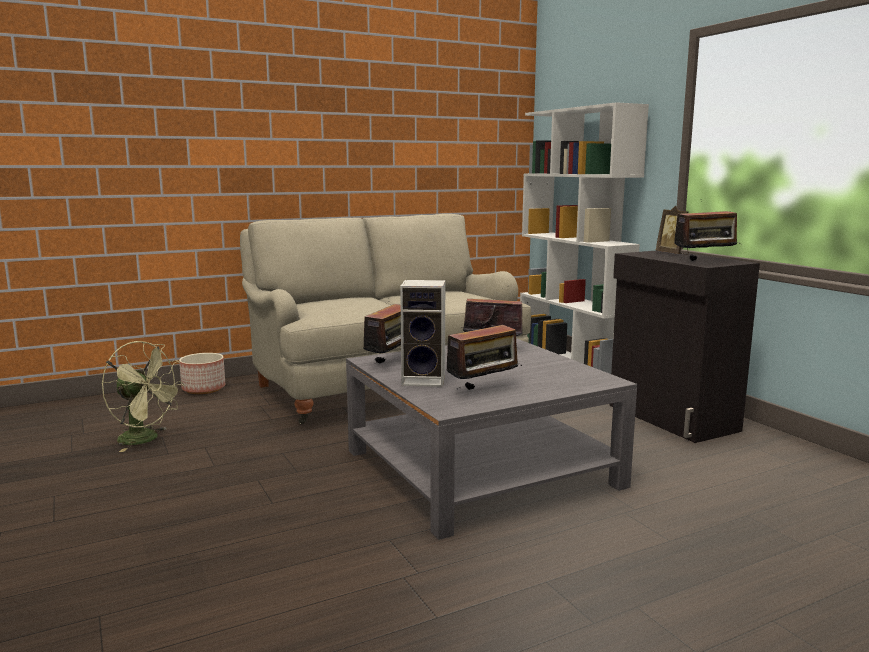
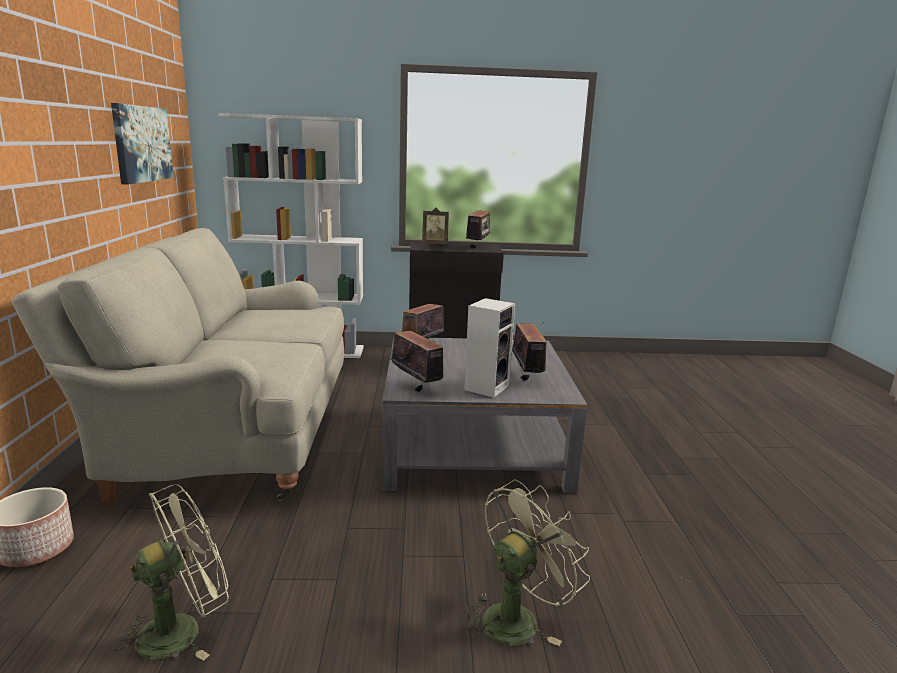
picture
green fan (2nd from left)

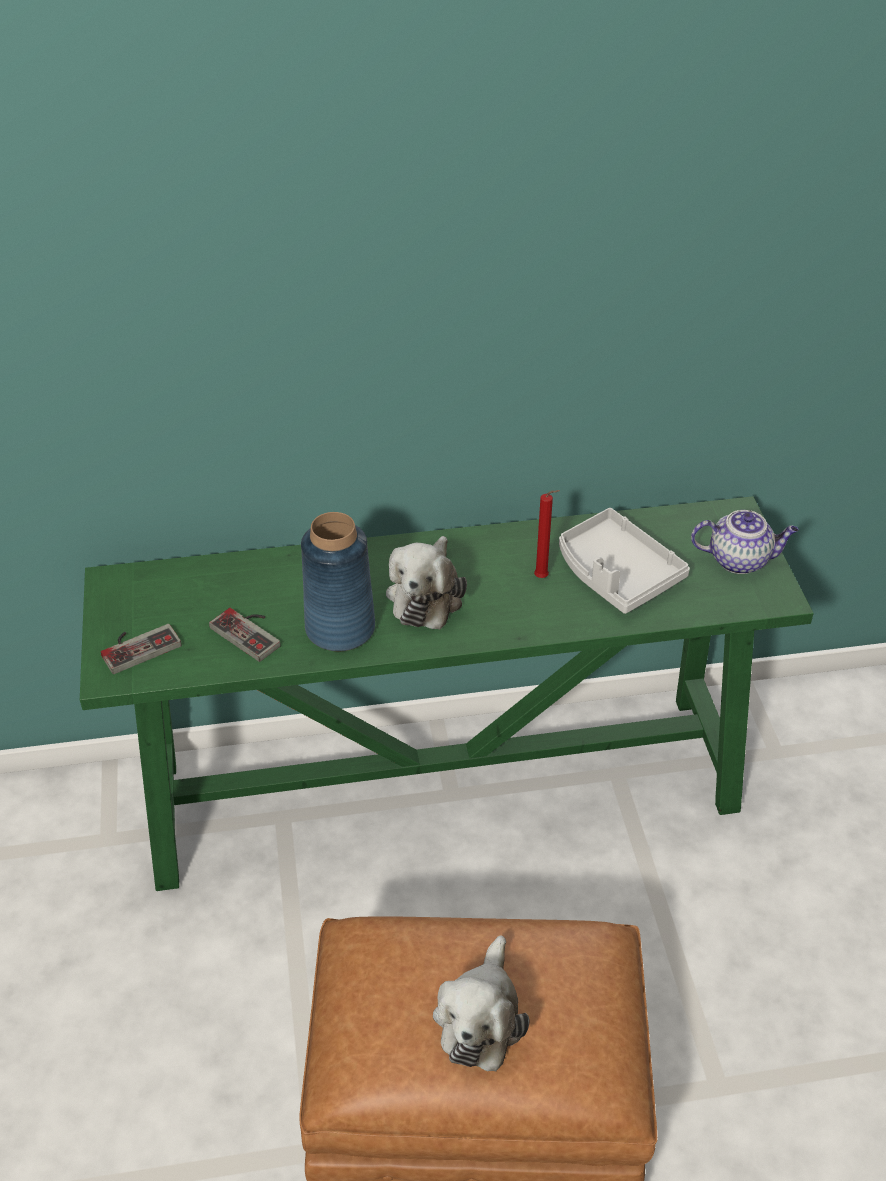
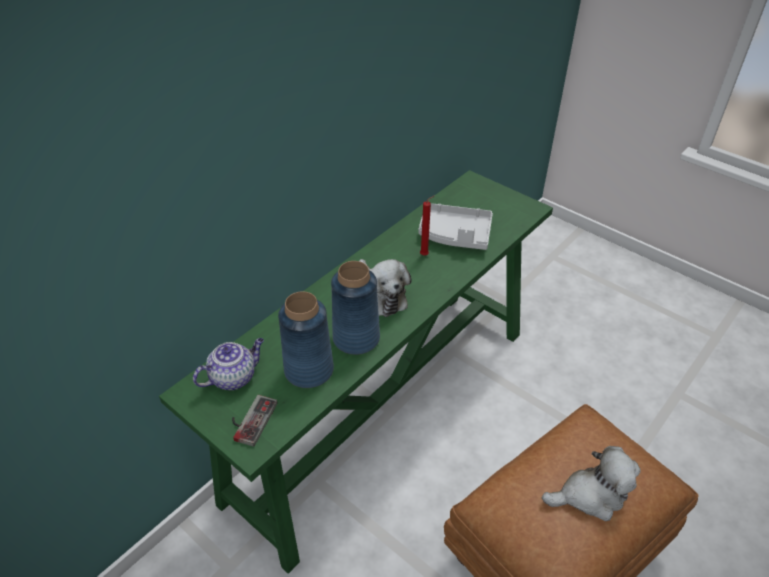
teapot
blue vase (1st from left)
plush toy (2nd from left)

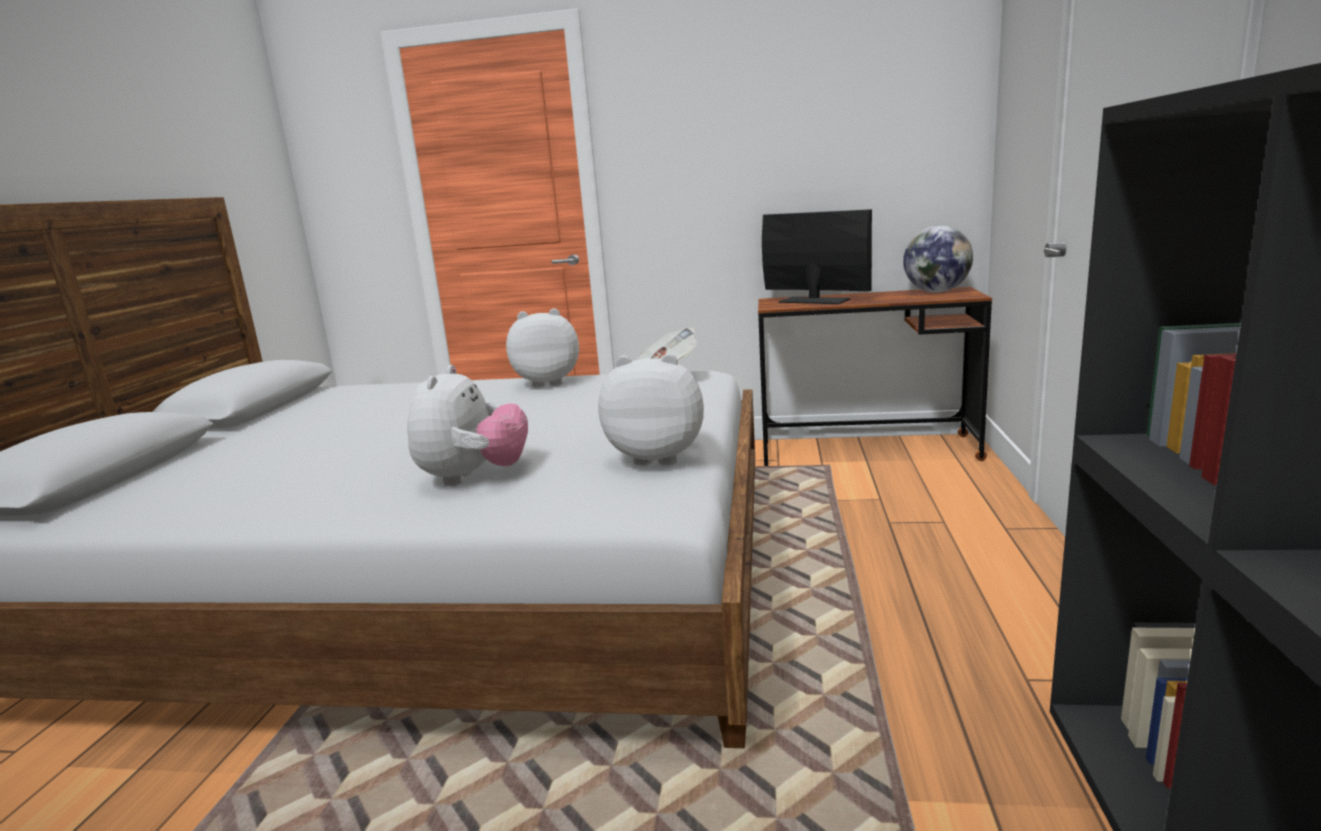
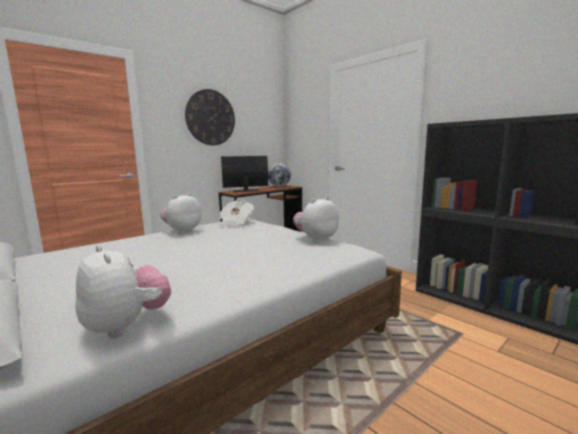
plush toy (1st from left)
wall clock

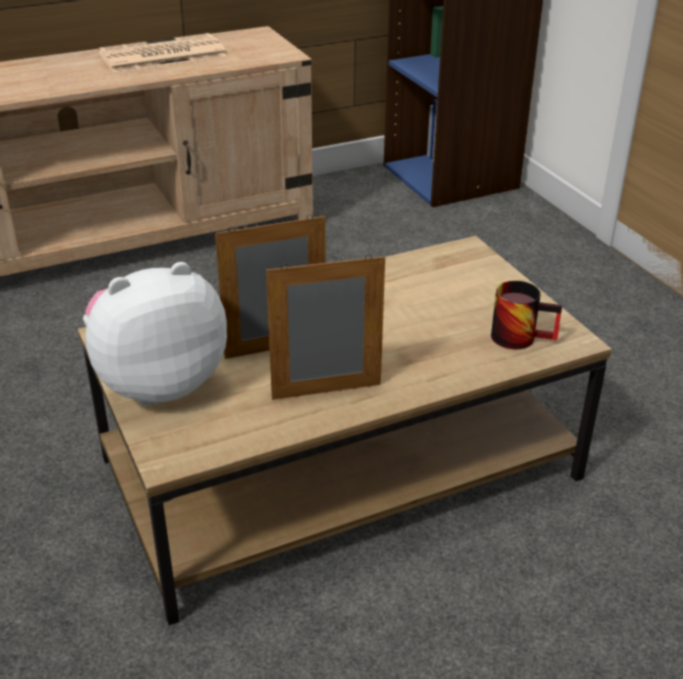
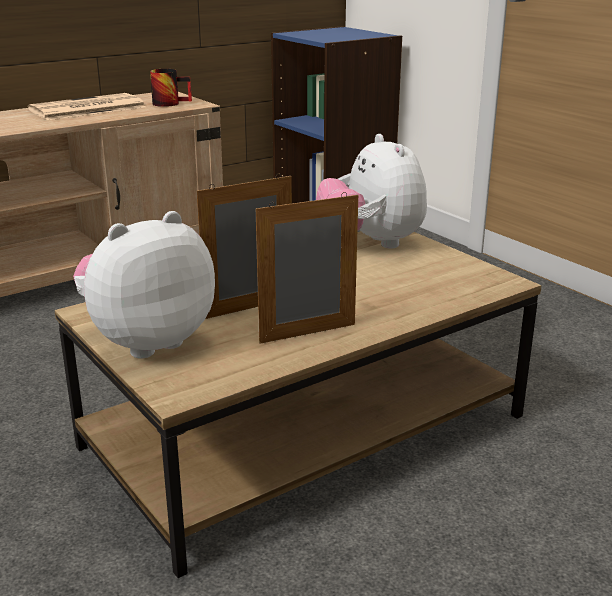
mug
plush toy (2nd from left)

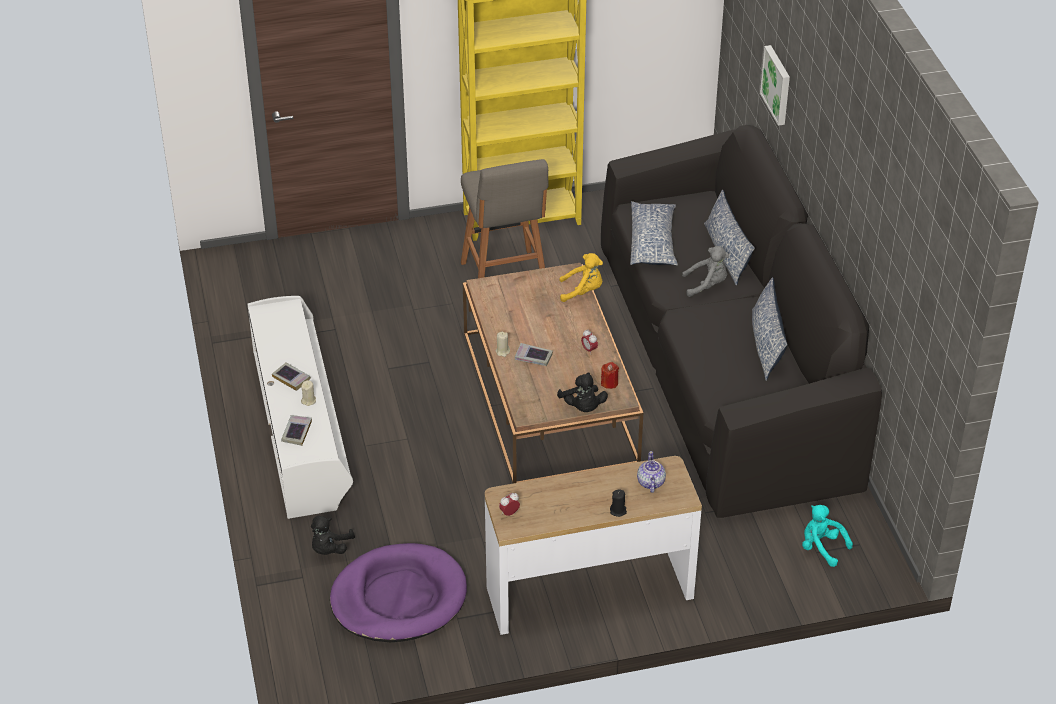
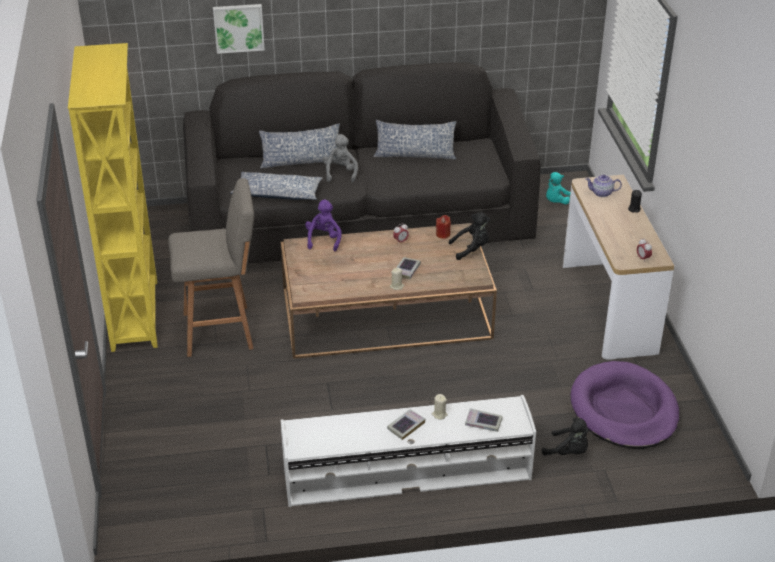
purple plush toy

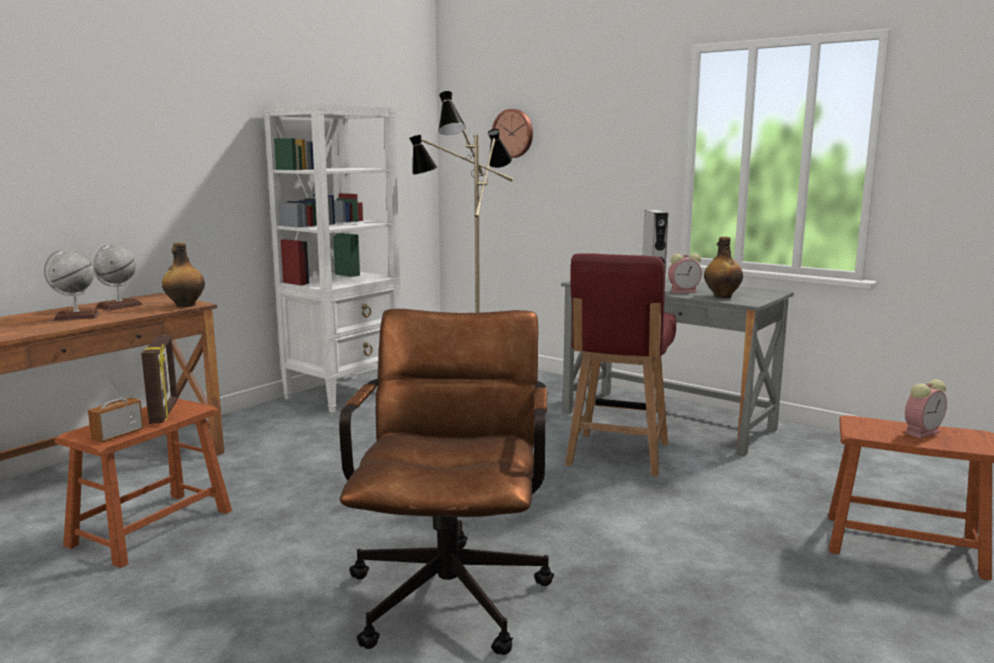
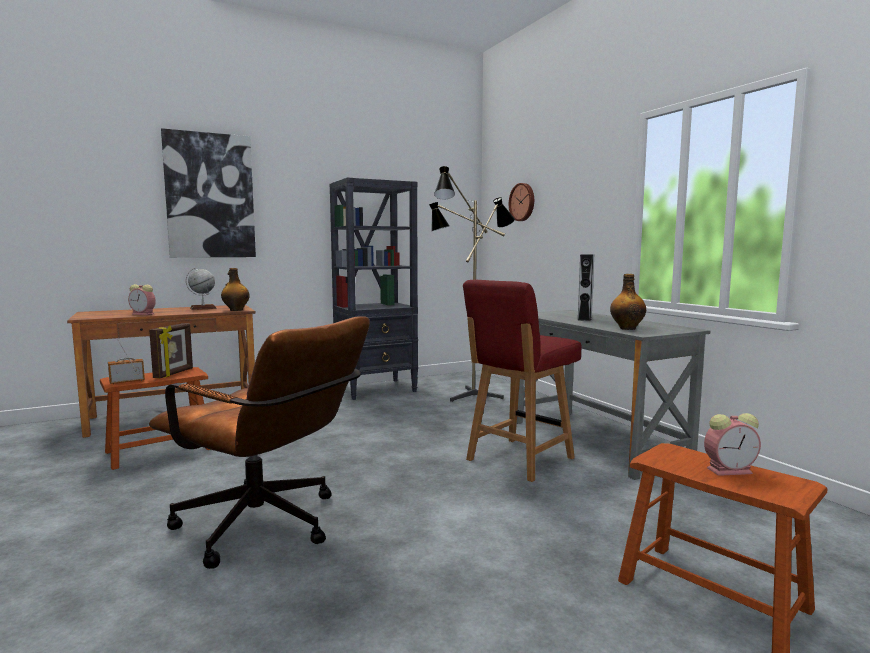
black bookcase
globe (1st from left in the first image)
alarm clock (1st from left)
brown office chair
picture

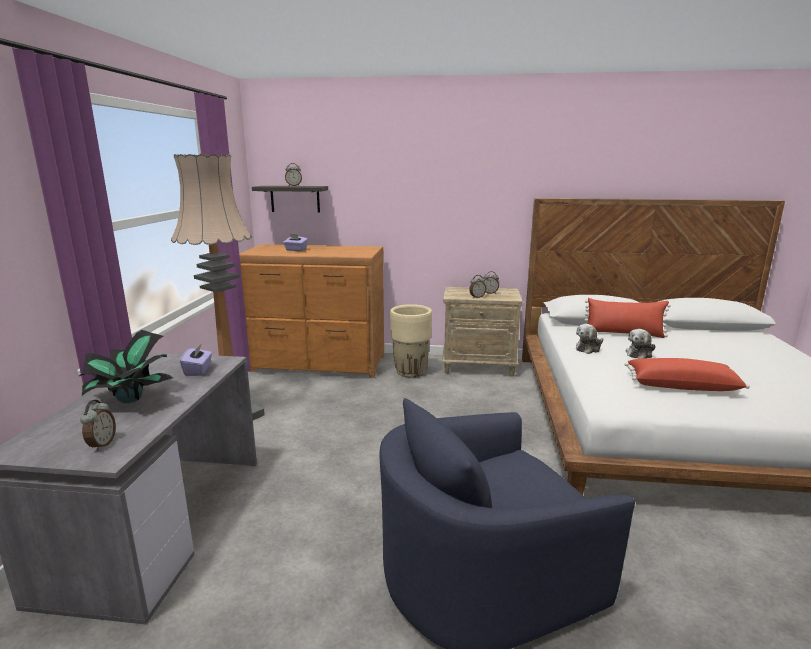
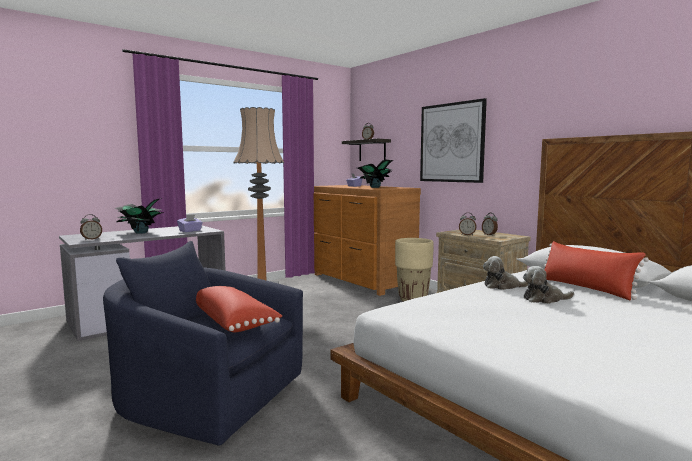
red pillow (1st from left)
picture
potted plant (2nd from left)

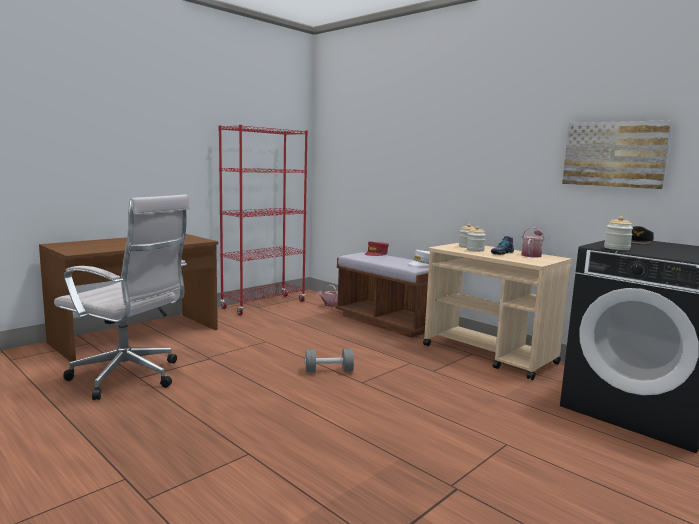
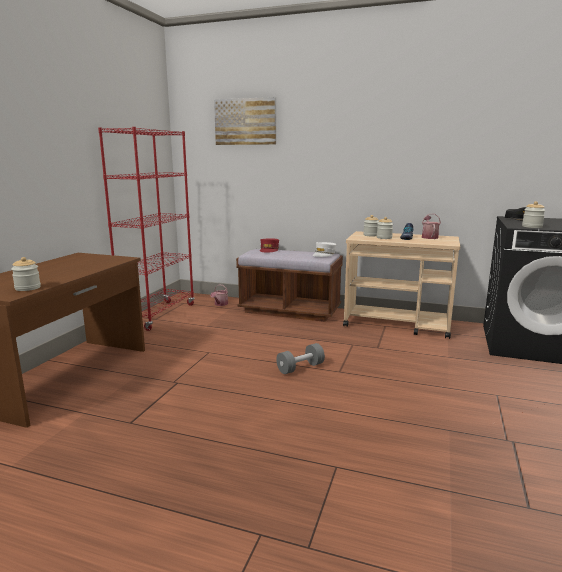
picture
white office chair
jar (1st from left)

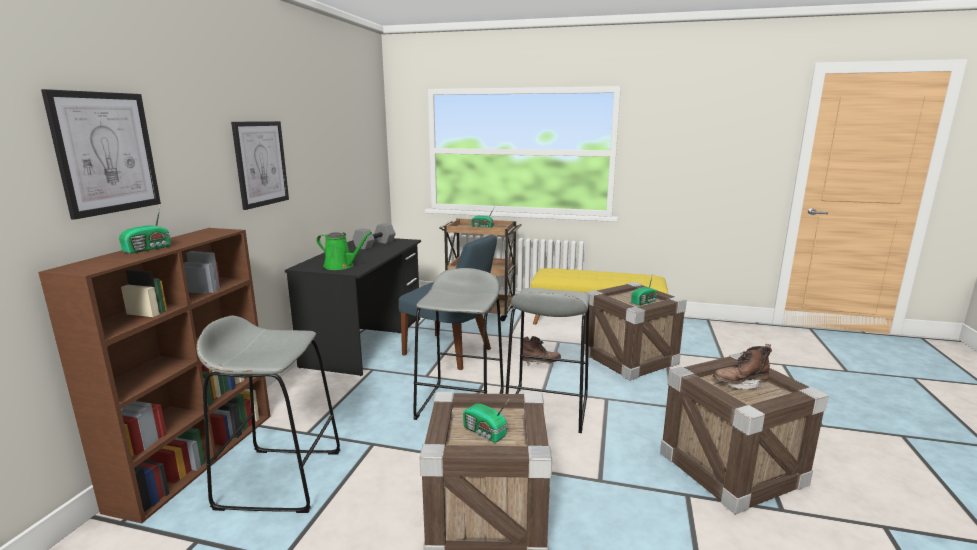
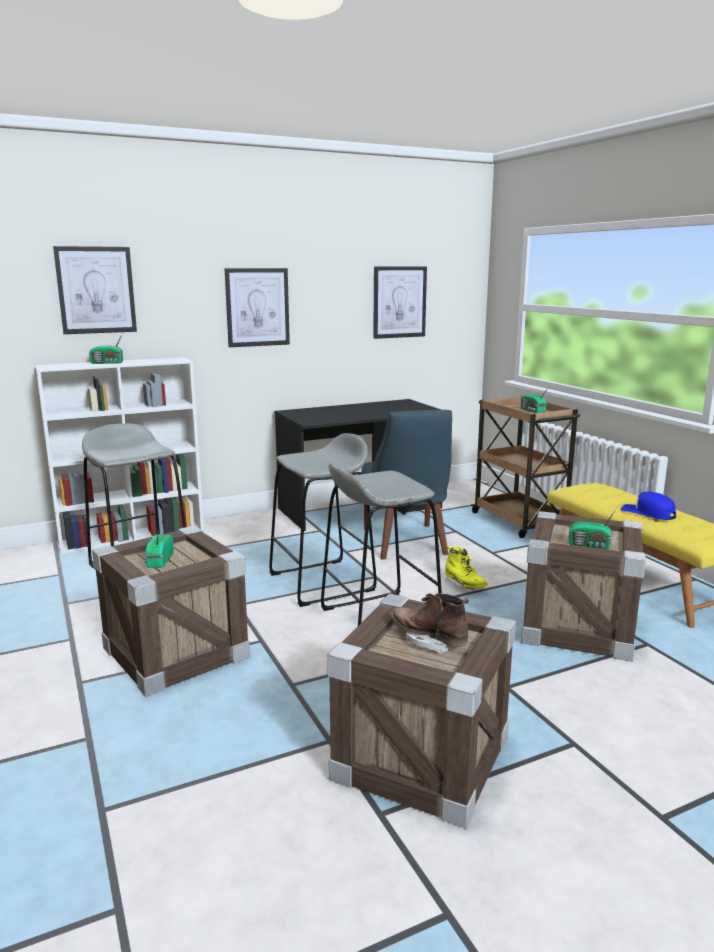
grey dumbbell
white bookcase
green watering can
yellow boot
picture (3rd from left)
blue cap

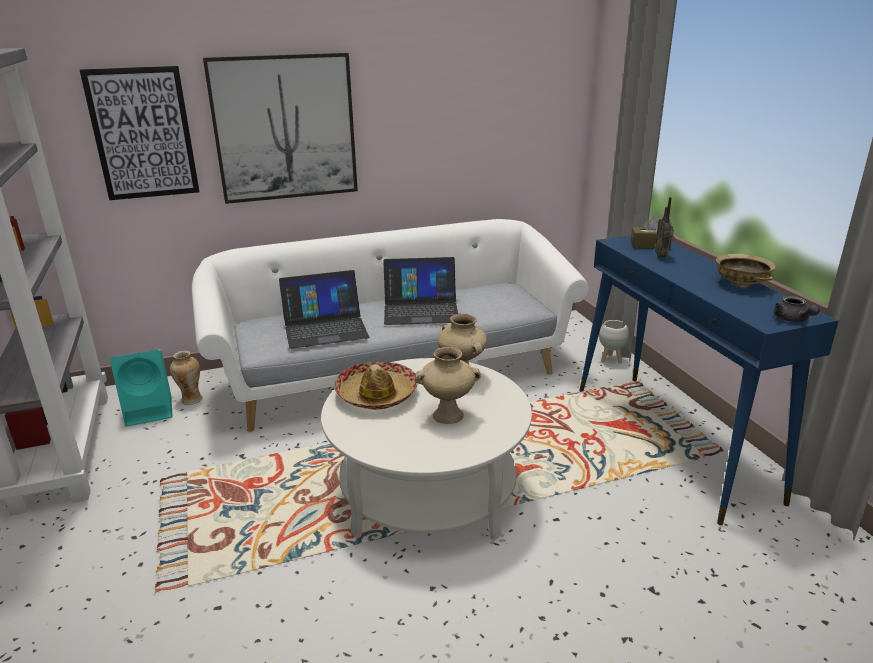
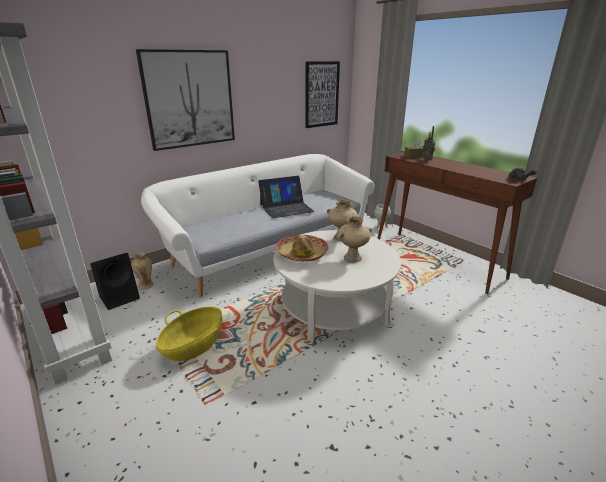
picture (2nd from left)
brown console table
beige bowl
laptop (1st from left in the first image)
black speaker
basket

